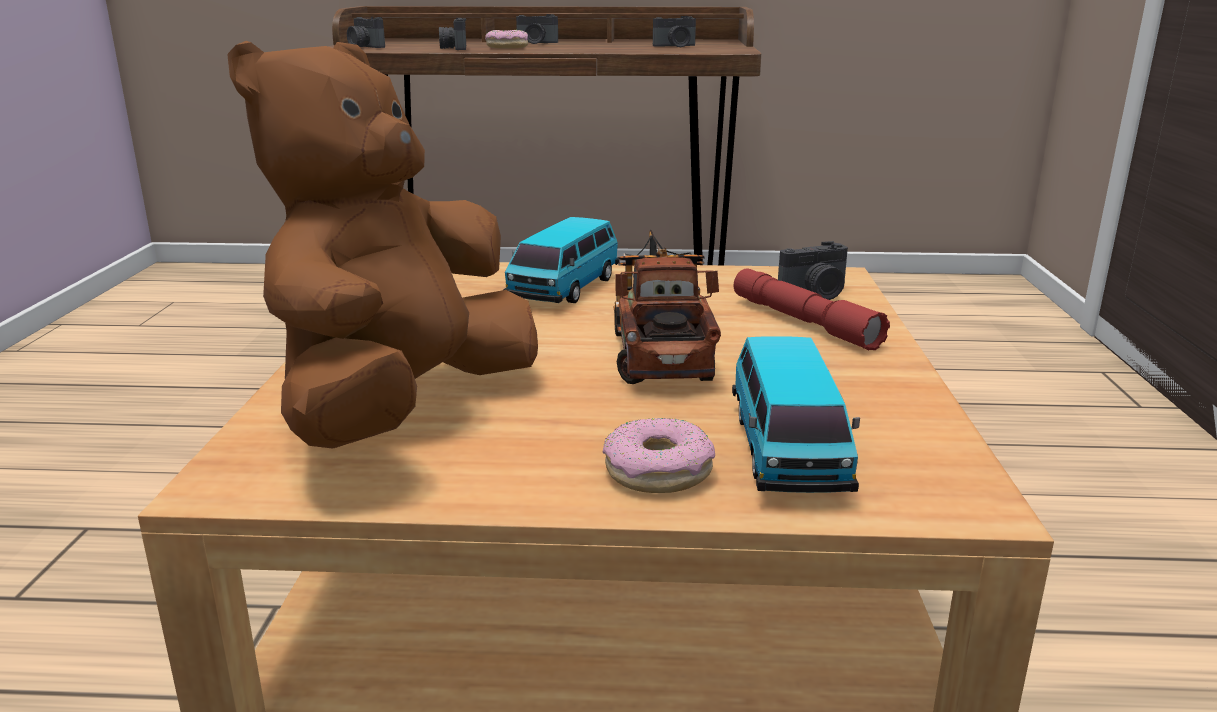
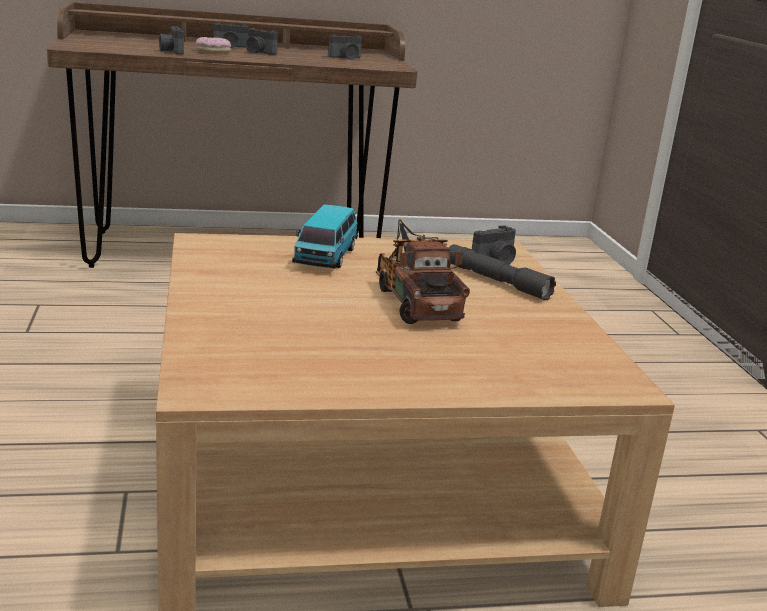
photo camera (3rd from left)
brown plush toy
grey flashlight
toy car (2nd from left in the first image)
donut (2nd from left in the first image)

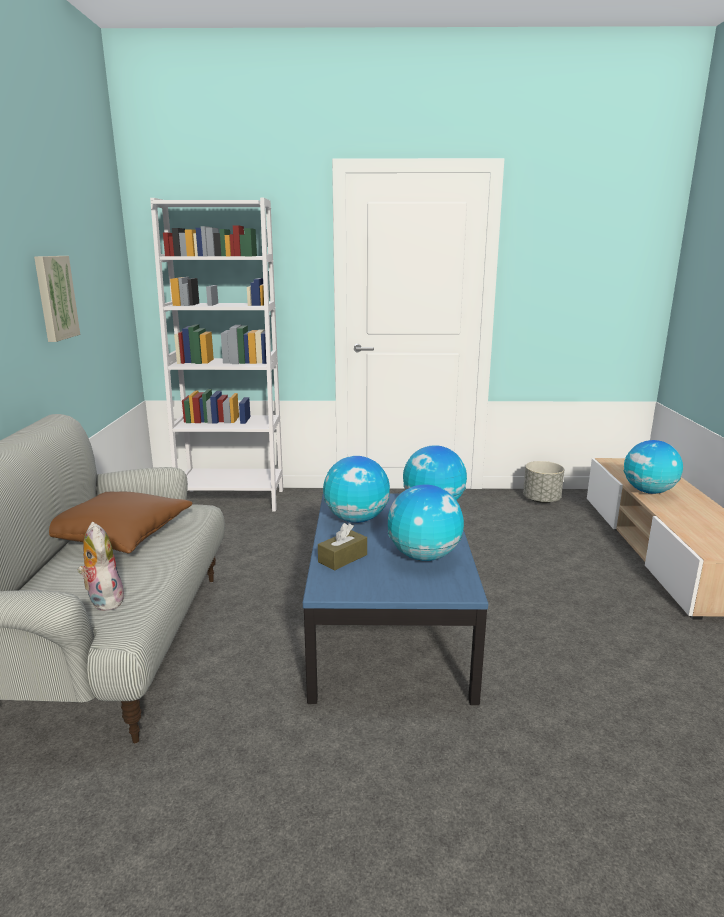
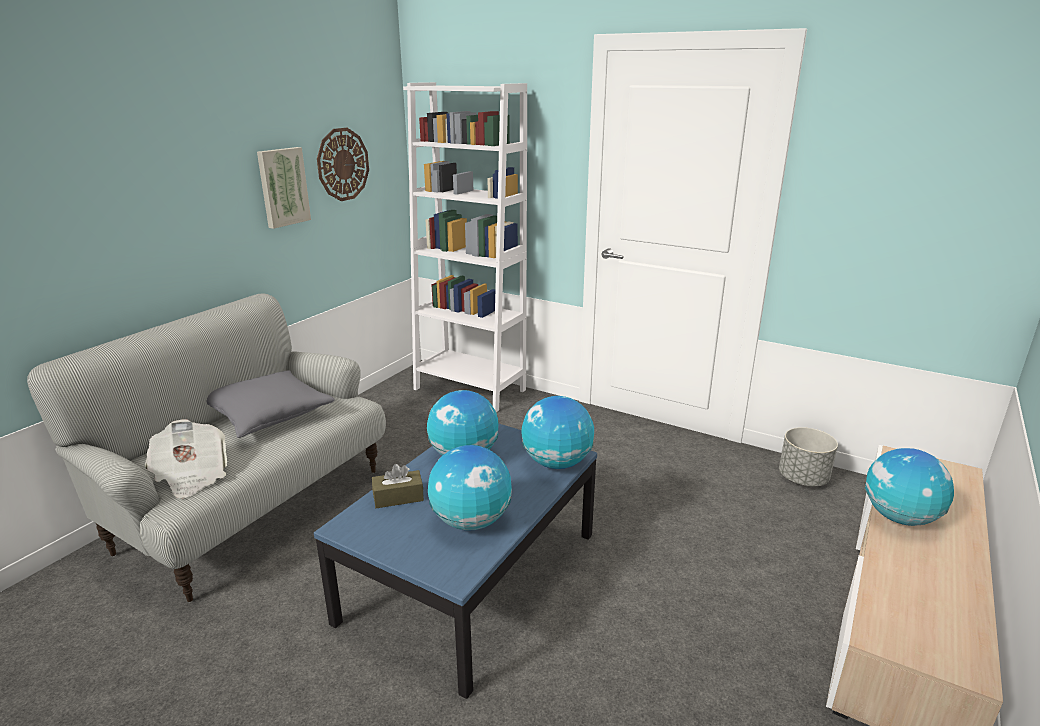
grey pillow
newspaper
wall clock

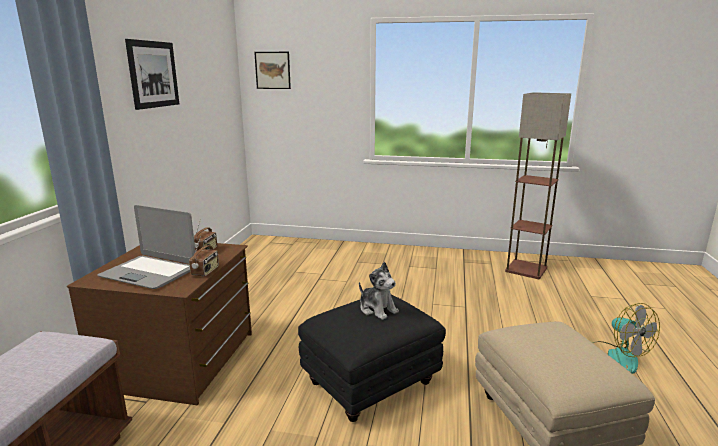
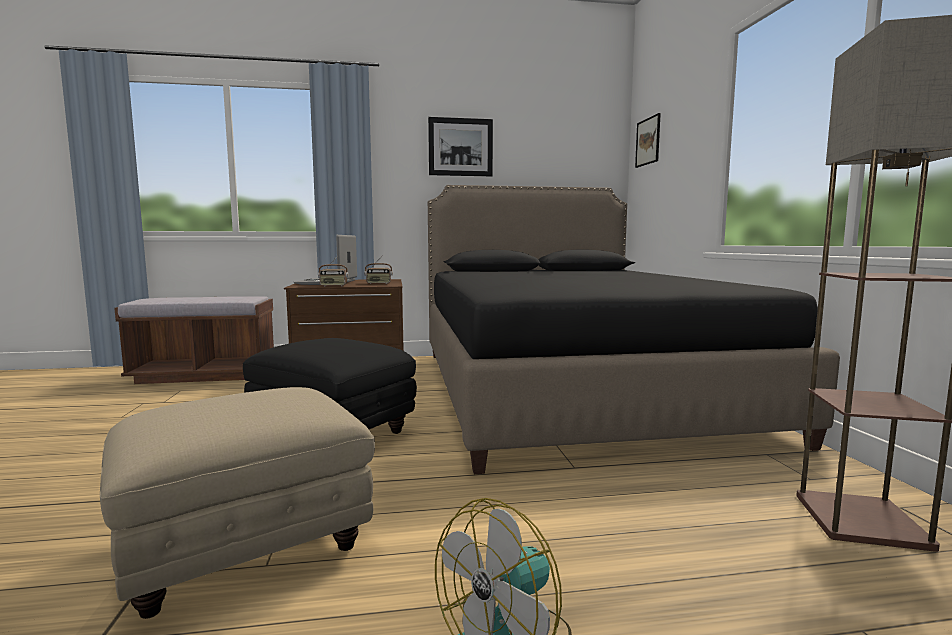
plush toy
black bed

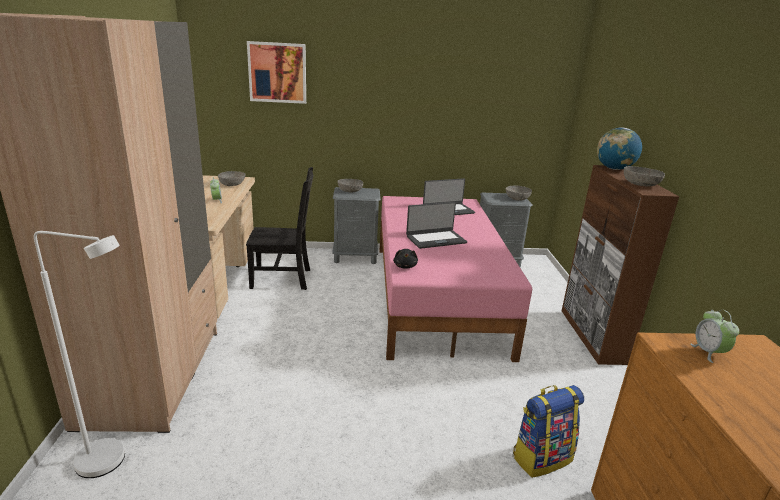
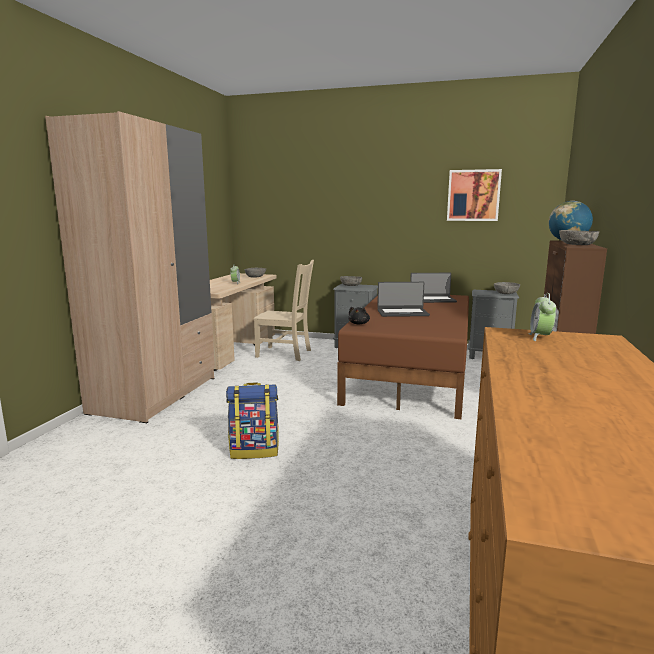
picture
beige chair
brown bed
white floor lamp
backpack

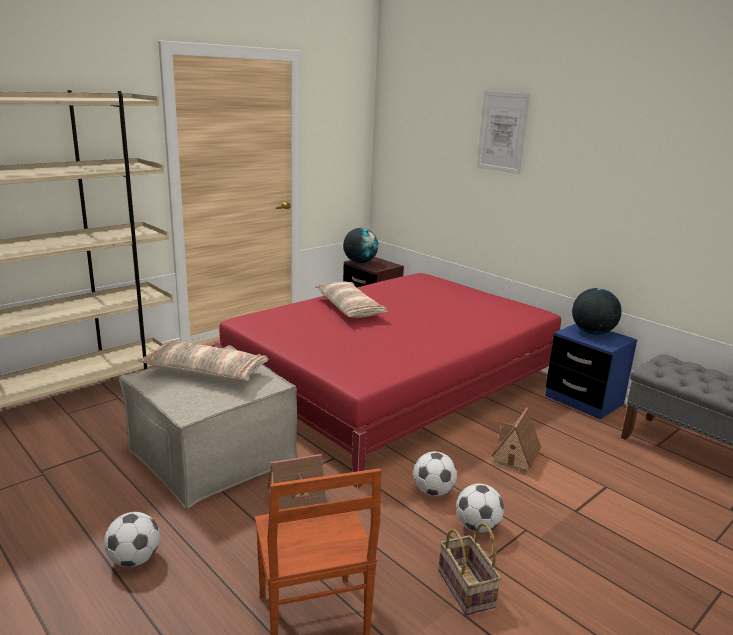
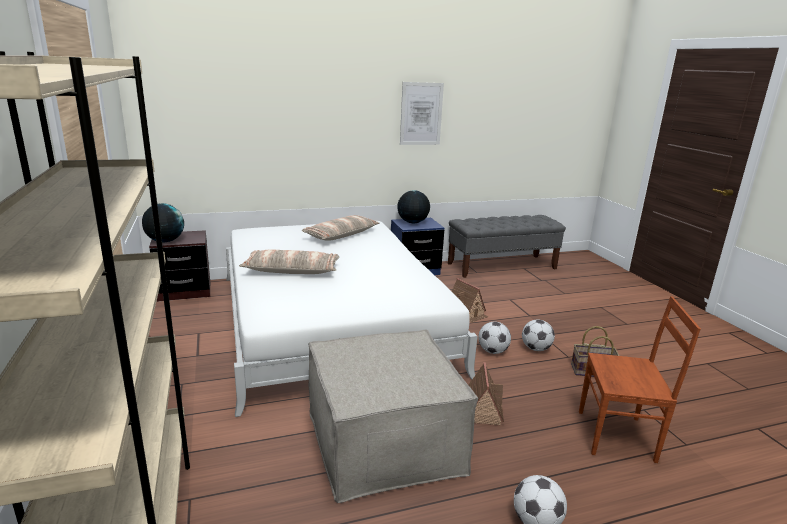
picture
white bed
pillow (2nd from left)

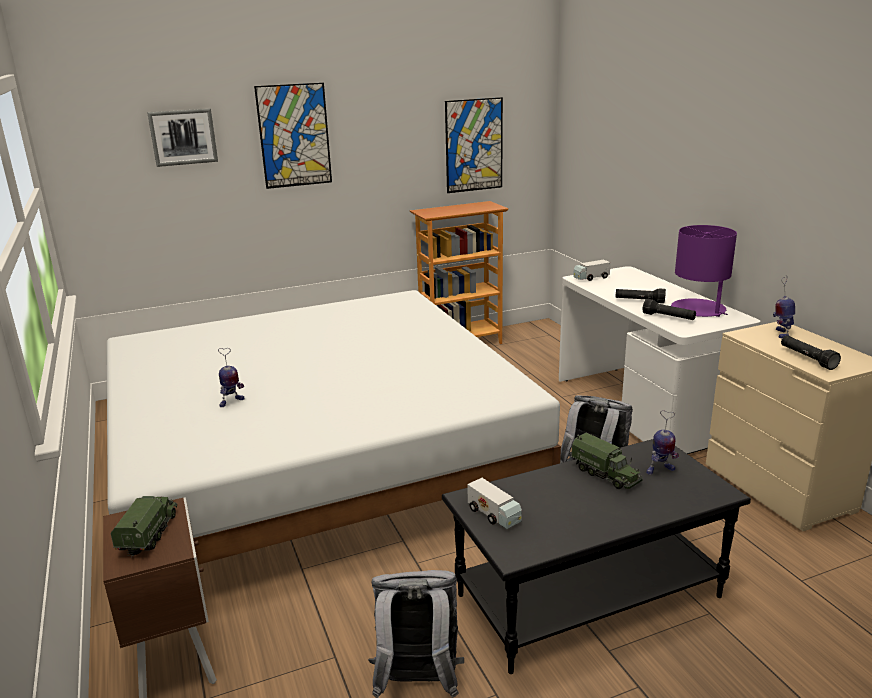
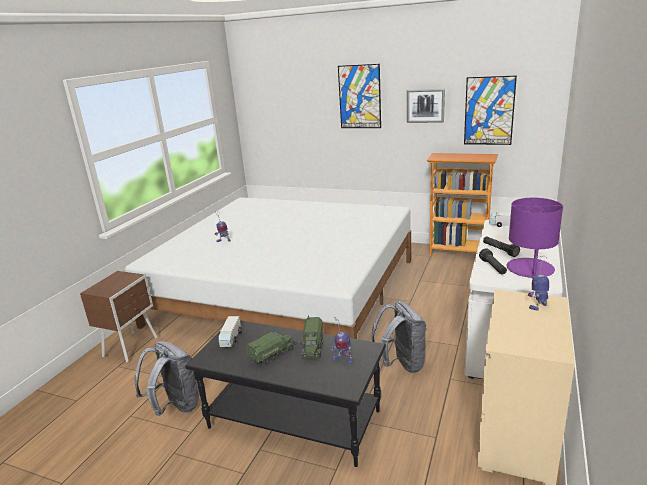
picture (2nd from left)
black flashlight (3rd from left in the first image)
toy truck (2nd from left)

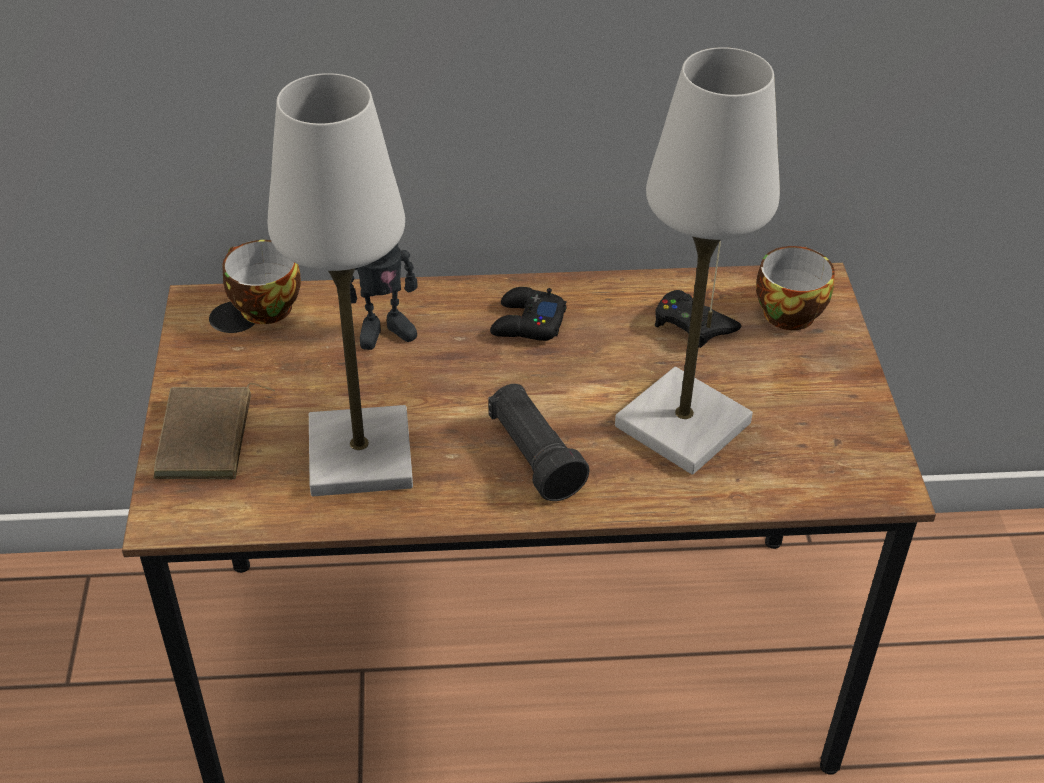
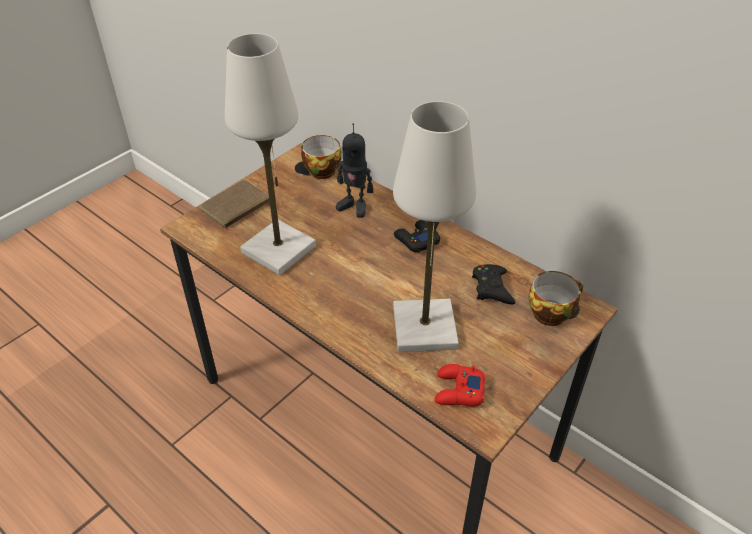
black flashlight
red game controller

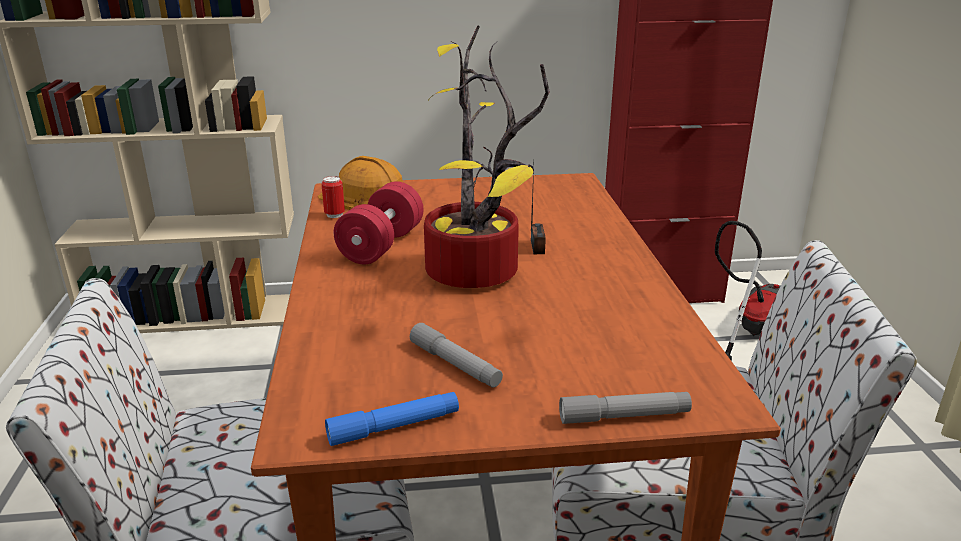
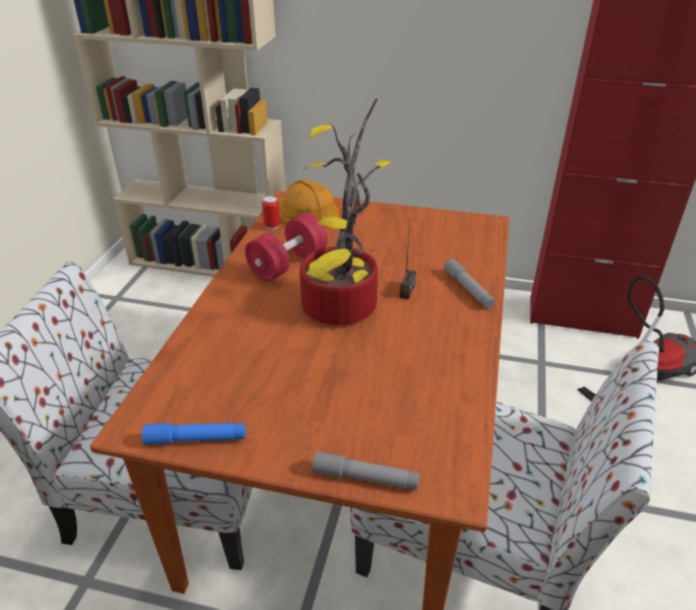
grey flashlight (2nd from left)

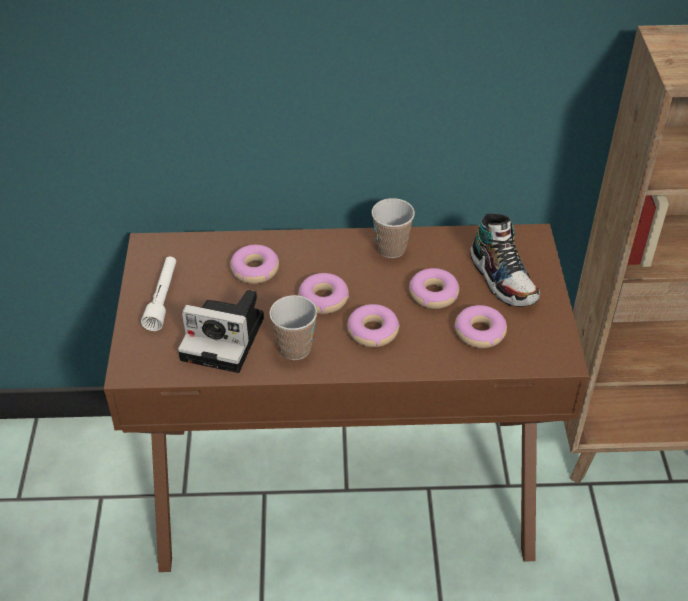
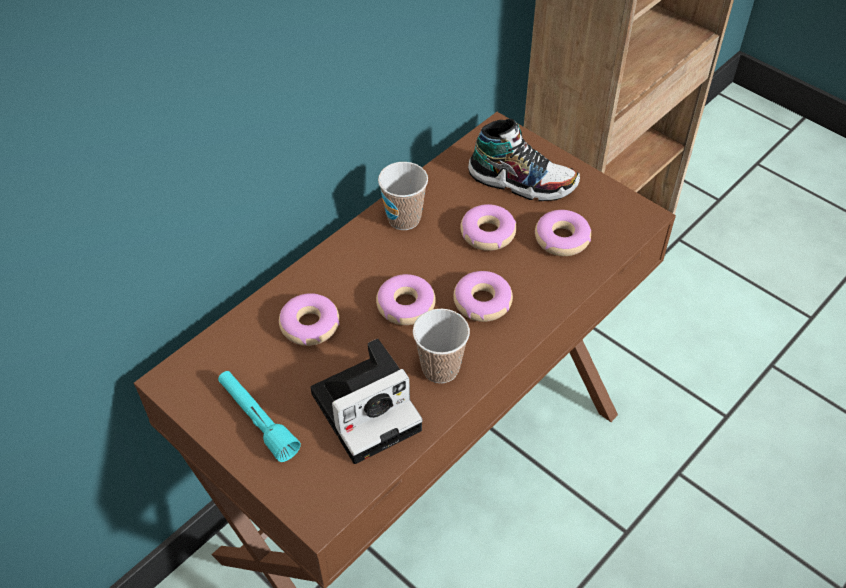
turquoise flashlight

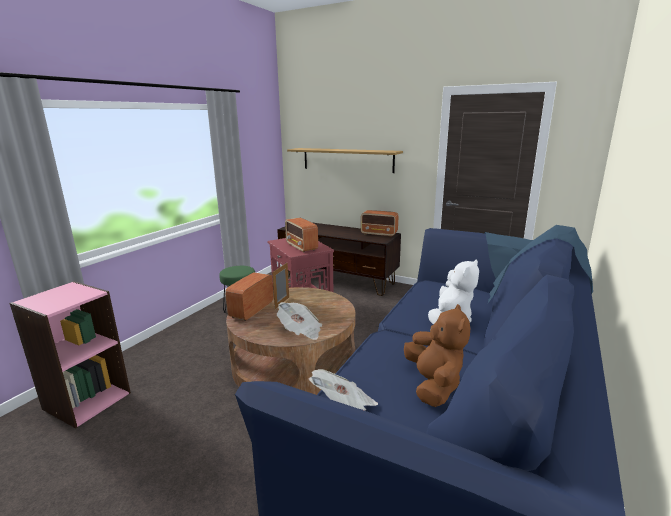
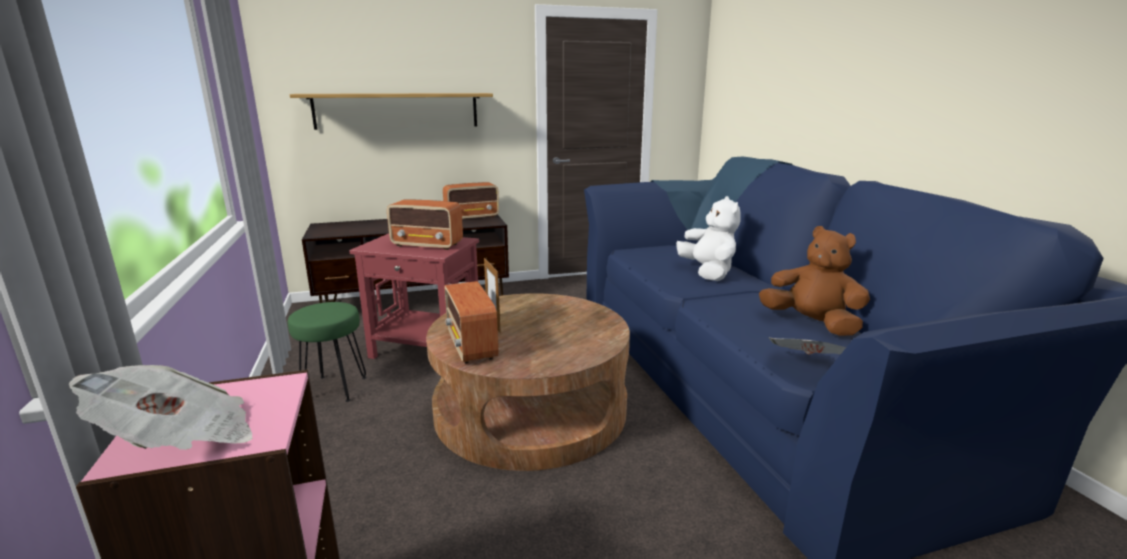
newspaper (1st from left)

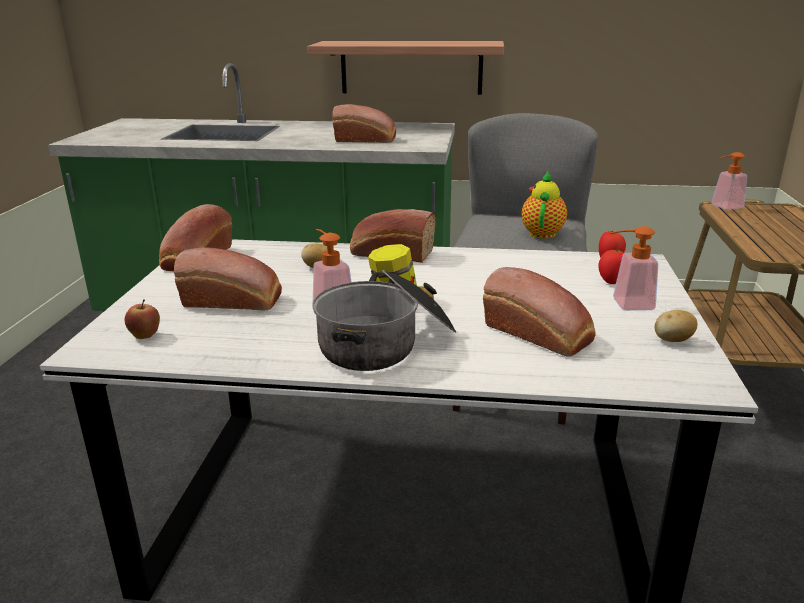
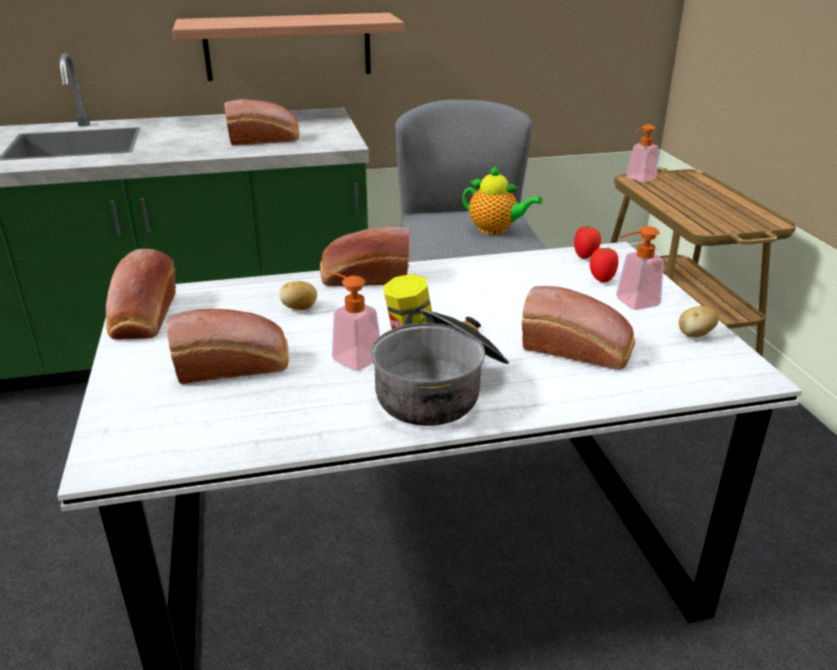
teapot
apple

